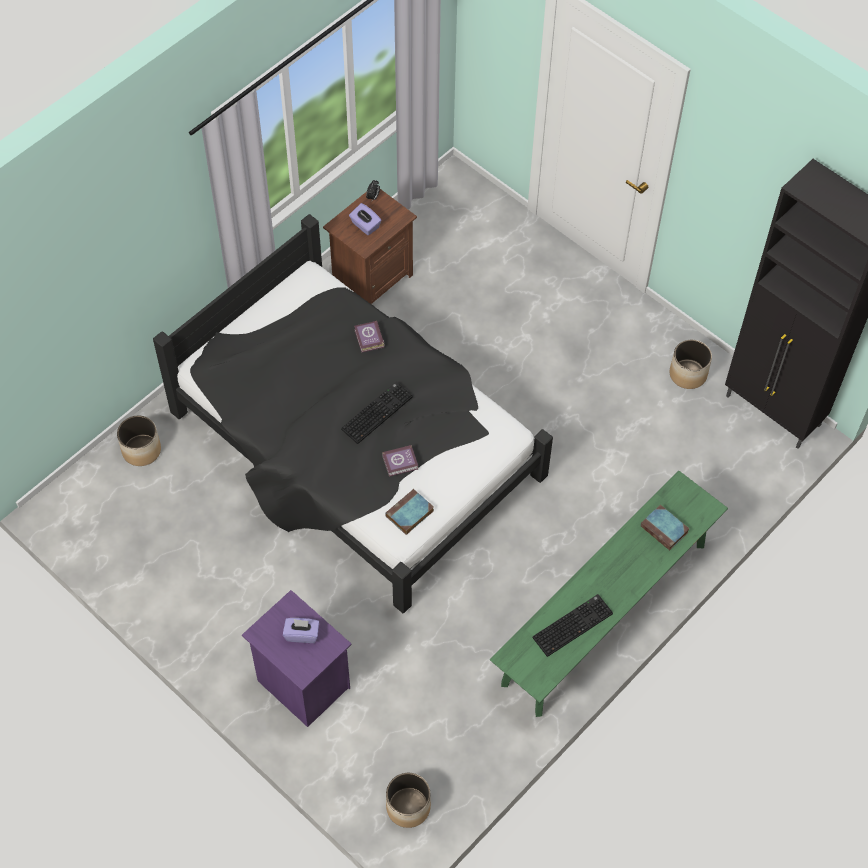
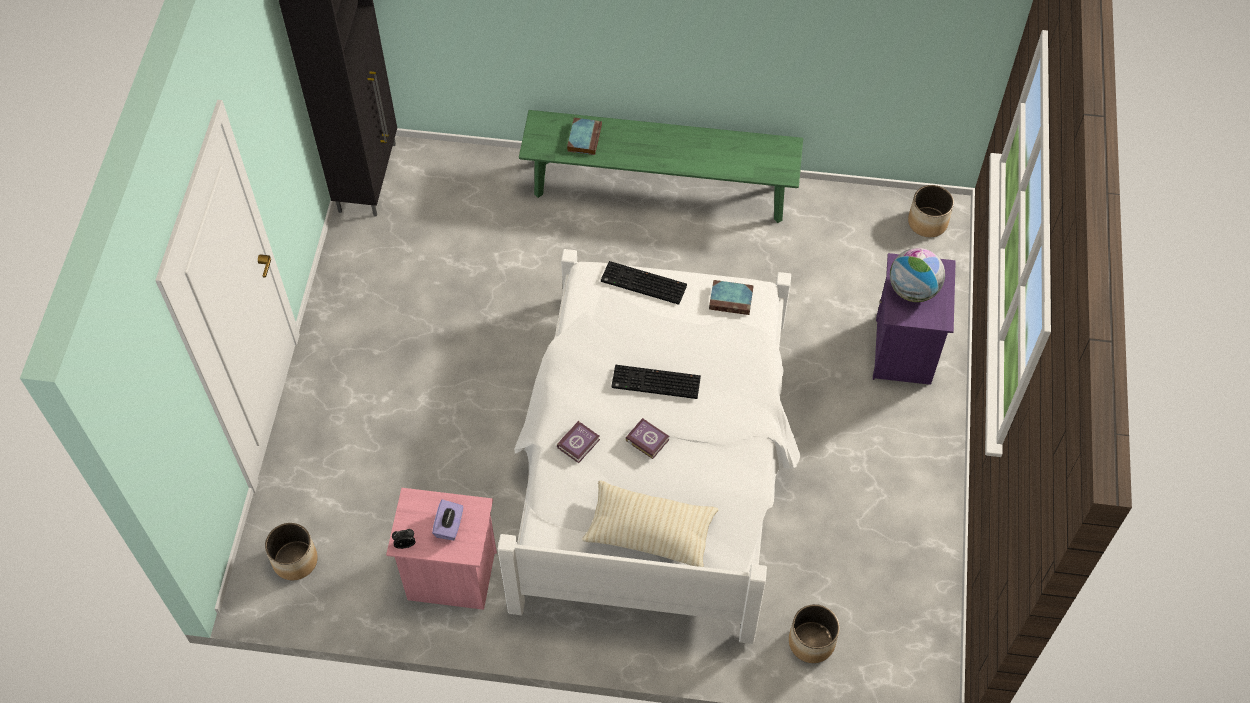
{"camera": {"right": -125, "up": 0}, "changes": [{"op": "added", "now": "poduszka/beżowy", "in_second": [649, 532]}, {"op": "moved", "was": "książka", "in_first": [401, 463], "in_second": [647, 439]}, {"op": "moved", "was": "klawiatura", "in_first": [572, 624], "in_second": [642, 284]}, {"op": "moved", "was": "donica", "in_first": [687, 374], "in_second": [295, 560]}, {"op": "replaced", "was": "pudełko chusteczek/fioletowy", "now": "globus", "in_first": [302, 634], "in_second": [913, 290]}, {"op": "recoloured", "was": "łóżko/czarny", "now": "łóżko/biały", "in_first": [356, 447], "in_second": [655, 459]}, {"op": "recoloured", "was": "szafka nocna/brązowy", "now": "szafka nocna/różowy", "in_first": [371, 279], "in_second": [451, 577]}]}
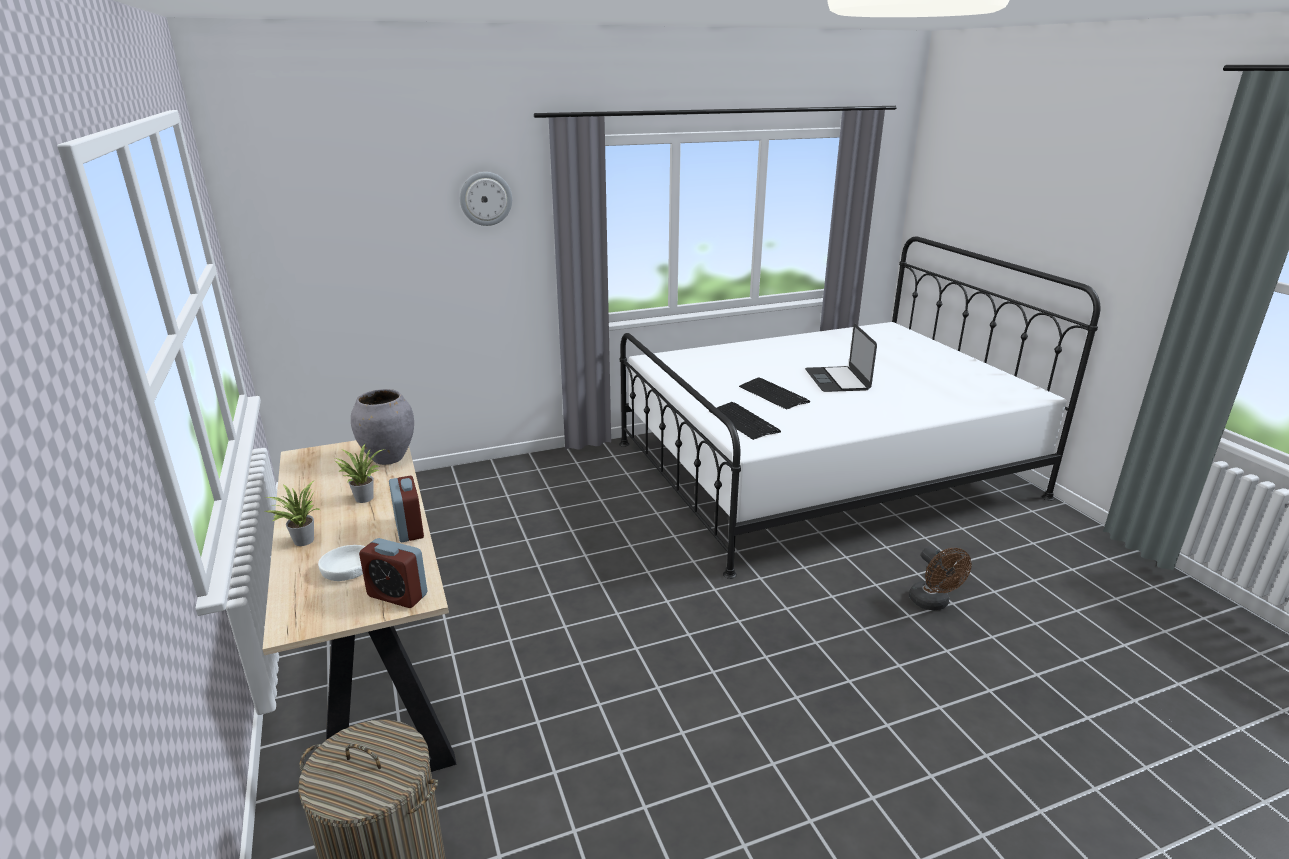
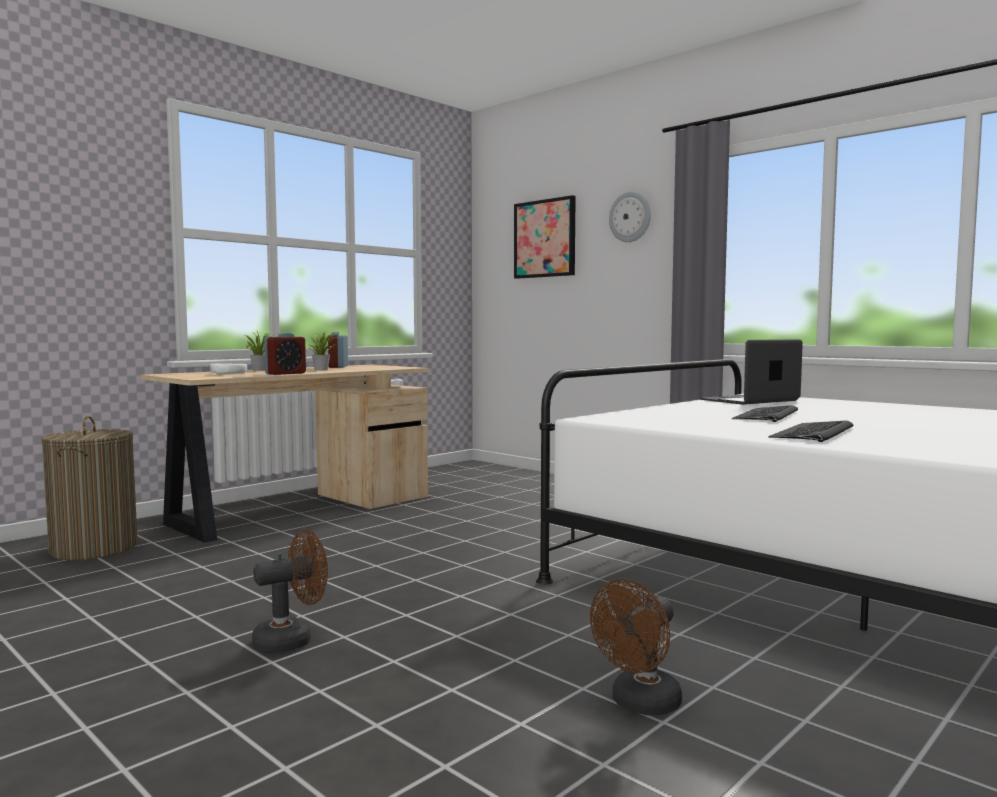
{"camera": {"right": 65, "up": -20}, "changes": [{"op": "removed", "was": "wazon/szary", "in_first": [387, 458]}, {"op": "added", "now": "wentylator/brązowy", "in_second": [292, 640]}, {"op": "added", "now": "obraz", "in_second": [545, 238]}, {"op": "moved", "was": "budzik", "in_first": [397, 595], "in_second": [338, 367]}, {"op": "moved", "was": "klawiatura", "in_first": [743, 421], "in_second": [813, 433]}, {"op": "moved", "was": "laptop", "in_first": [837, 379], "in_second": [749, 400]}]}
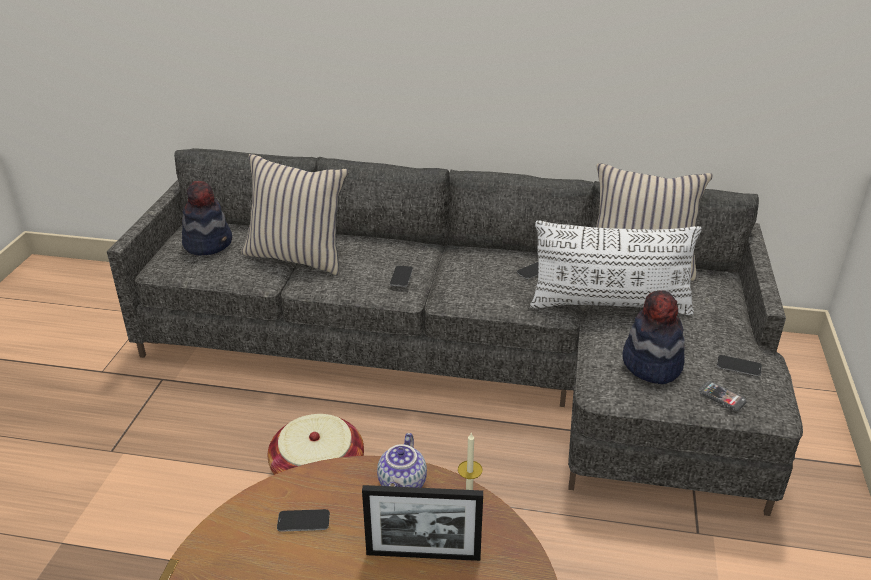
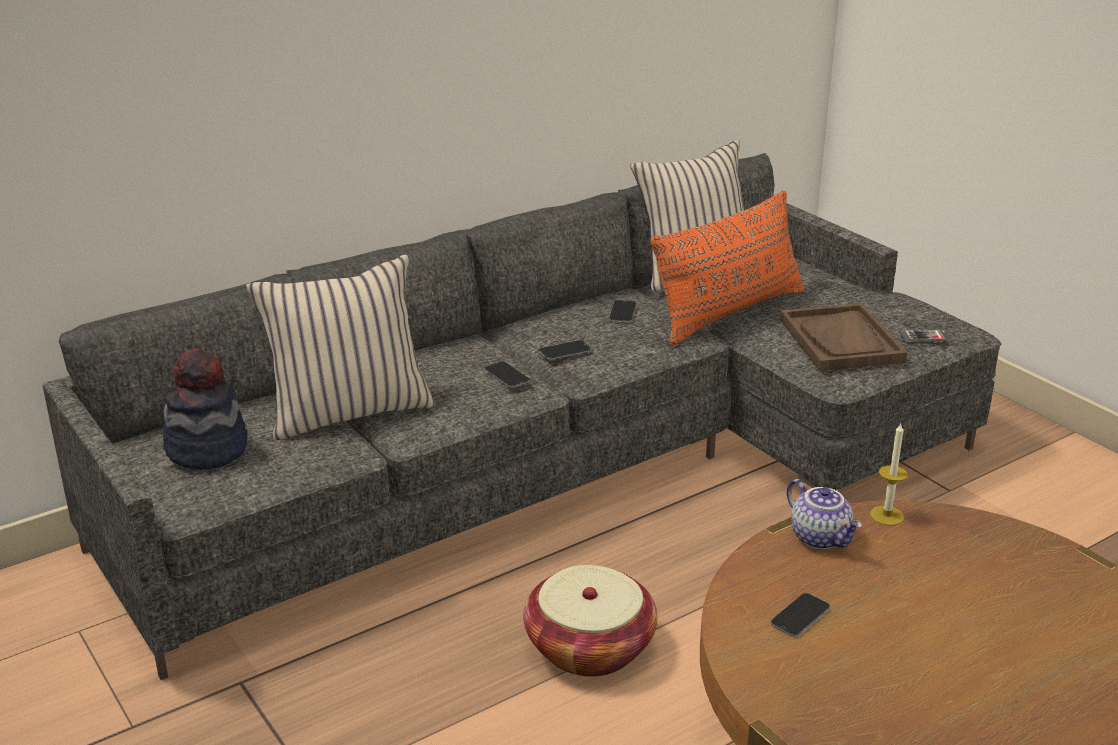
{"camera": {"right": -45, "up": -5}, "changes": [{"op": "removed", "was": "ramka na zdjęcie", "in_first": [423, 555]}, {"op": "moved", "was": "telefon", "in_first": [739, 366], "in_second": [565, 351]}, {"op": "replaced", "was": "kapelusz", "now": "taca/brązowy", "in_first": [651, 364], "in_second": [841, 341]}, {"op": "recoloured", "was": "poduszka/biały", "now": "poduszka/pomarańczowy", "in_first": [609, 304], "in_second": [729, 312]}]}
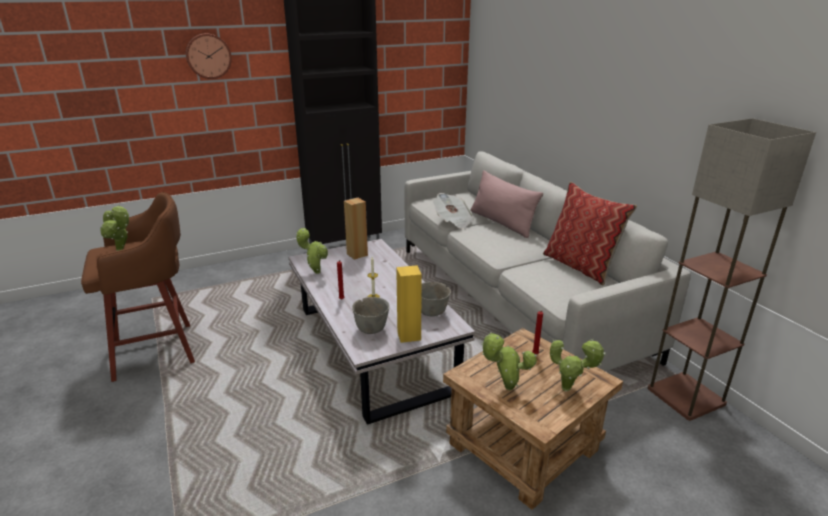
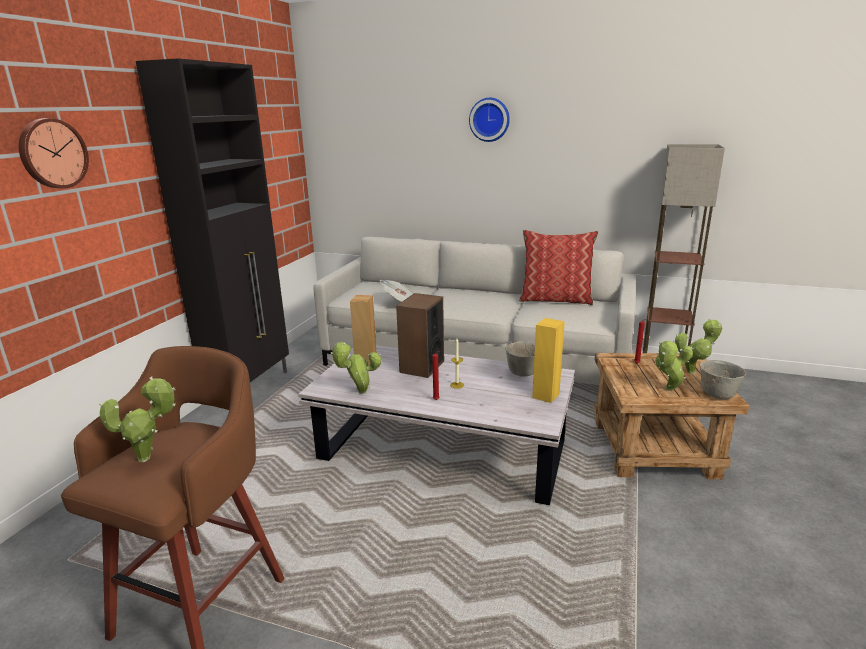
{"camera": {"right": -45, "up": -5}, "changes": [{"op": "removed", "was": "poduszka/różowy", "in_first": [502, 223]}, {"op": "added", "now": "głośnik", "in_second": [421, 366]}, {"op": "added", "now": "zegar ścienny", "in_second": [490, 119]}, {"op": "moved", "was": "miska/szary", "in_first": [371, 329], "in_second": [716, 395]}]}
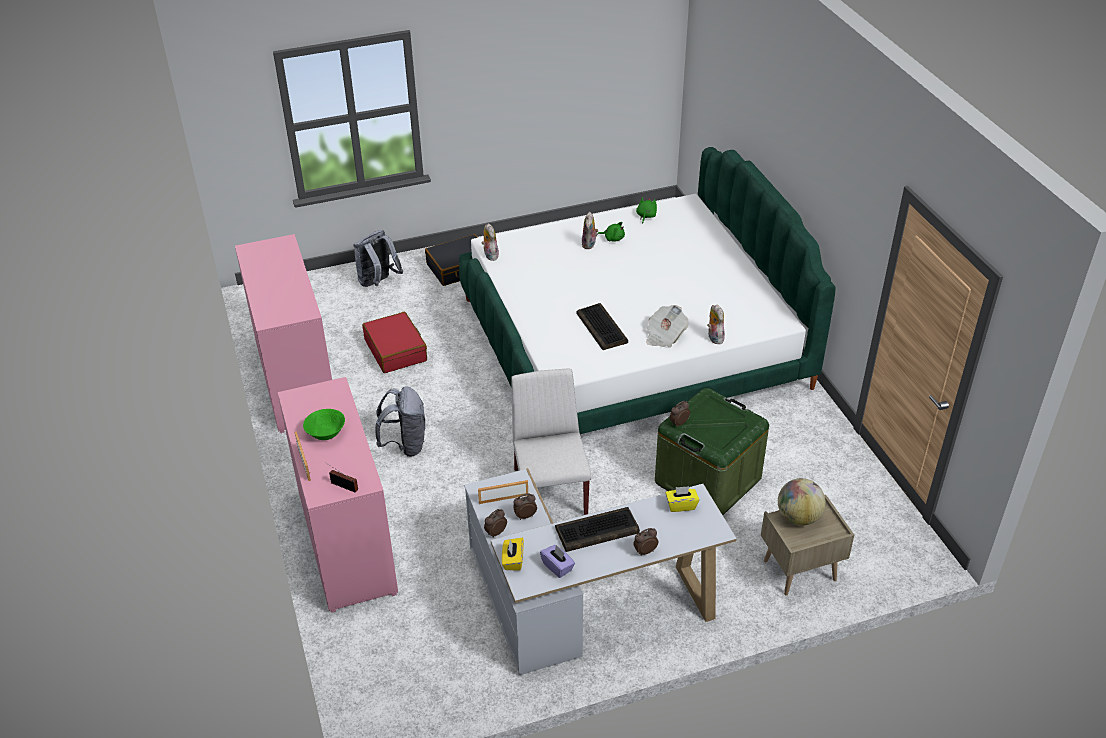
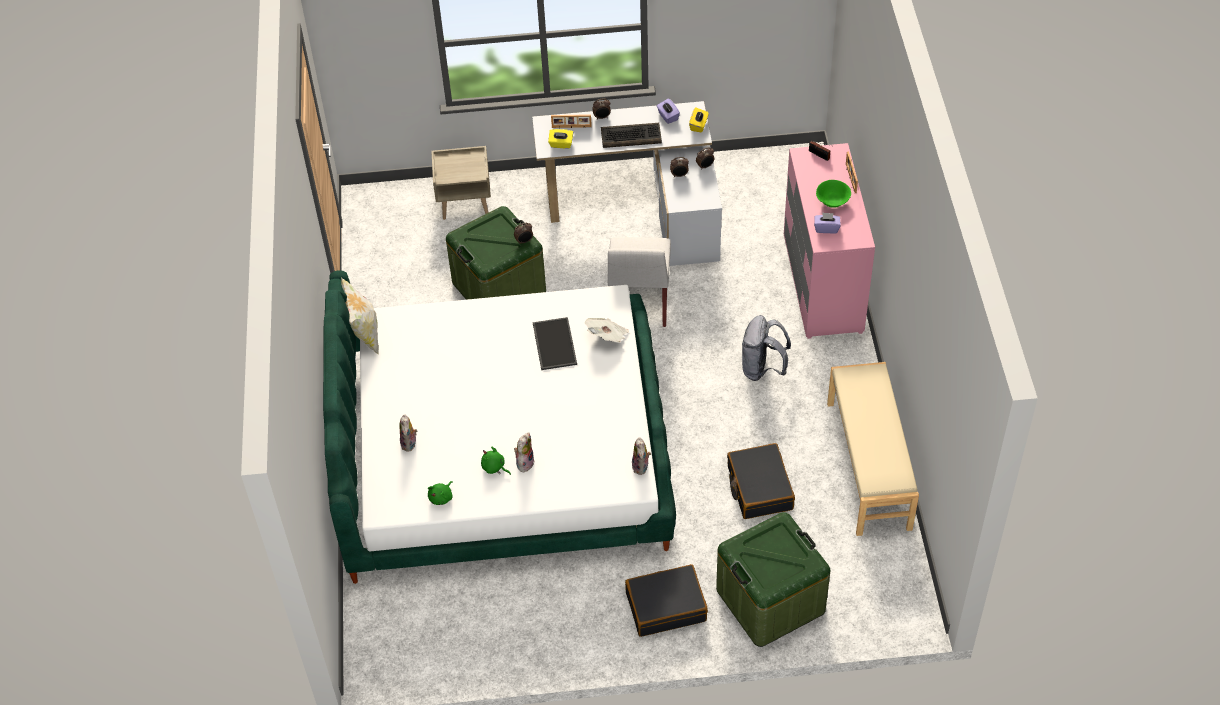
{"camera": {"right": -165, "up": 10}, "changes": [{"op": "removed", "was": "globus", "in_first": [798, 517]}, {"op": "added", "now": "poduszka", "in_second": [364, 334]}, {"op": "added", "now": "pudełko chusteczek/fioletowy", "in_second": [826, 228]}, {"op": "moved", "was": "ramka na zdjęcie", "in_first": [503, 498], "in_second": [571, 127]}, {"op": "moved", "was": "gazeta", "in_first": [664, 336], "in_second": [607, 336]}, {"op": "moved", "was": "pluszak", "in_first": [714, 338], "in_second": [410, 444]}, {"op": "replaced", "was": "komoda/różowy", "now": "ławka/beżowy", "in_first": [296, 381], "in_second": [869, 465]}, {"op": "replaced", "was": "plecak/szary", "now": "pojemnik do przechowywania/zielony", "in_first": [378, 283], "in_second": [770, 600]}, {"op": "replaced", "was": "klawiatura", "now": "taca", "in_first": [602, 328], "in_second": [553, 343]}, {"op": "recoloured", "was": "walizka/czerwony", "now": "walizka/czarny", "in_first": [396, 350], "in_second": [759, 488]}]}
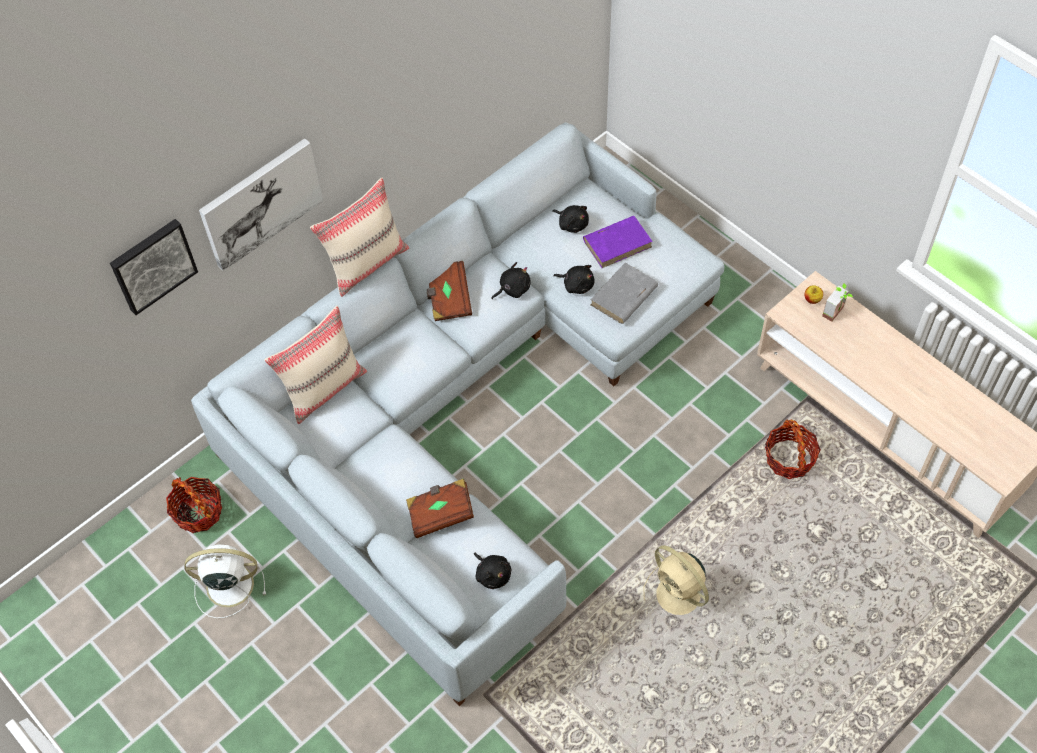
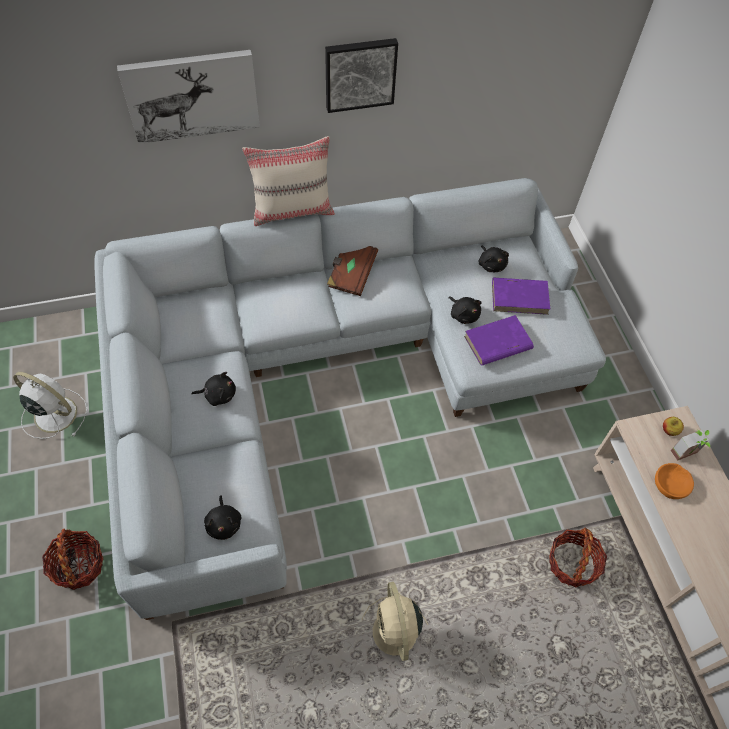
{"camera": {"right": 25, "up": 0}, "changes": [{"op": "removed", "was": "poduszka/beżowy", "in_first": [324, 388]}, {"op": "removed", "was": "książka/brązowy", "in_first": [440, 514]}, {"op": "added", "now": "miska/pomarańczowy", "in_second": [671, 483]}, {"op": "moved", "was": "obraz", "in_first": [152, 264], "in_second": [360, 74]}, {"op": "moved", "was": "koszyk", "in_first": [198, 512], "in_second": [78, 565]}, {"op": "moved", "was": "pluszak/czarny", "in_first": [513, 289], "in_second": [218, 394]}, {"op": "recoloured", "was": "książka/szary", "now": "książka/fioletowy", "in_first": [623, 296], "in_second": [497, 343]}]}
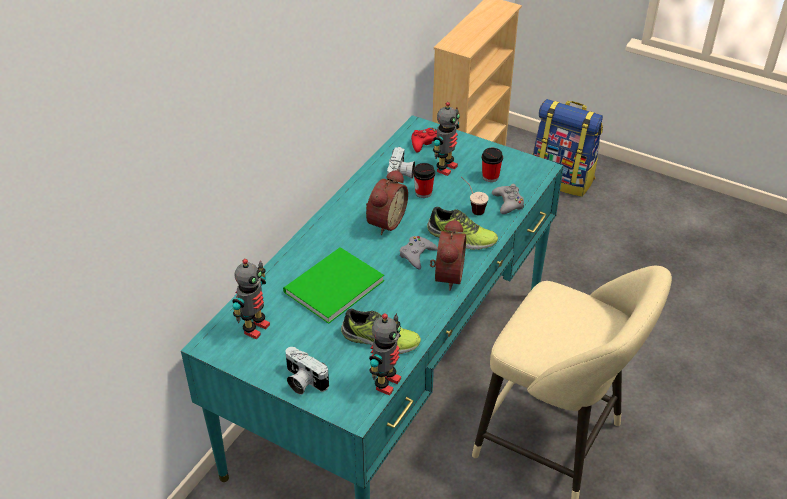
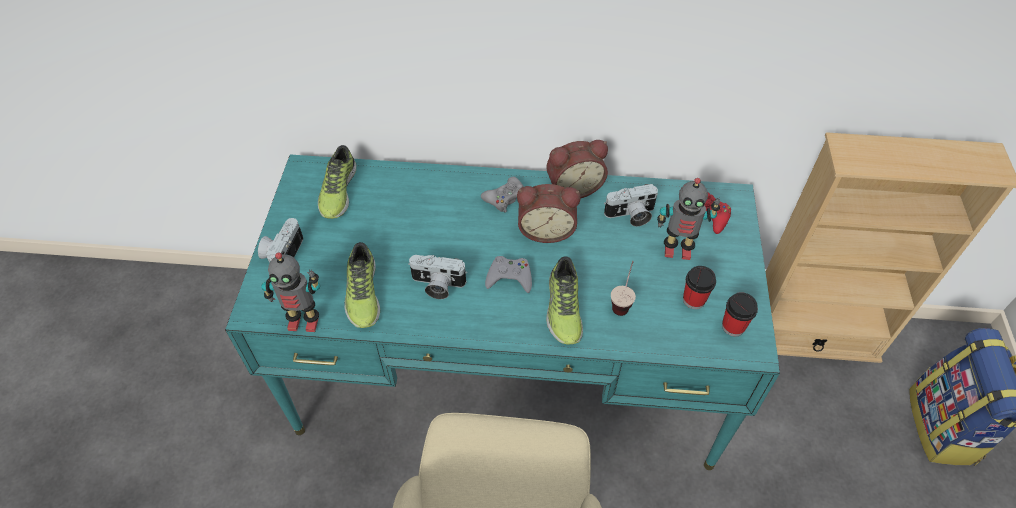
{"camera": {"right": 65, "up": 10}, "changes": [{"op": "removed", "was": "książka/zielony", "in_first": [330, 287]}, {"op": "added", "now": "aparat fotograficzny", "in_second": [437, 285]}, {"op": "moved", "was": "filiżanka", "in_first": [423, 192], "in_second": [733, 326]}, {"op": "moved", "was": "budzik", "in_first": [446, 275], "in_second": [573, 187]}, {"op": "moved", "was": "pad do gier/szary", "in_first": [508, 203], "in_second": [505, 198]}, {"op": "replaced", "was": "robot zabawkowy", "now": "but", "in_first": [255, 328], "in_second": [337, 191]}]}
